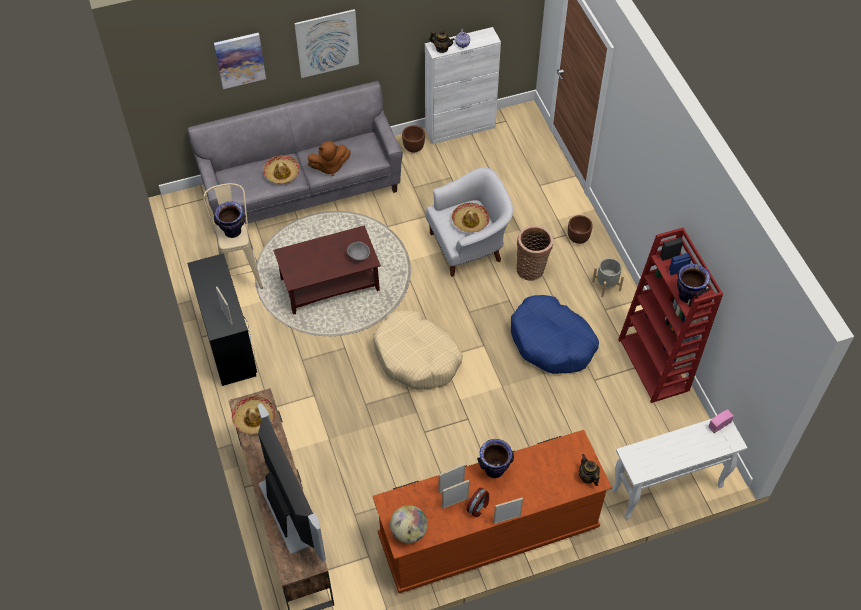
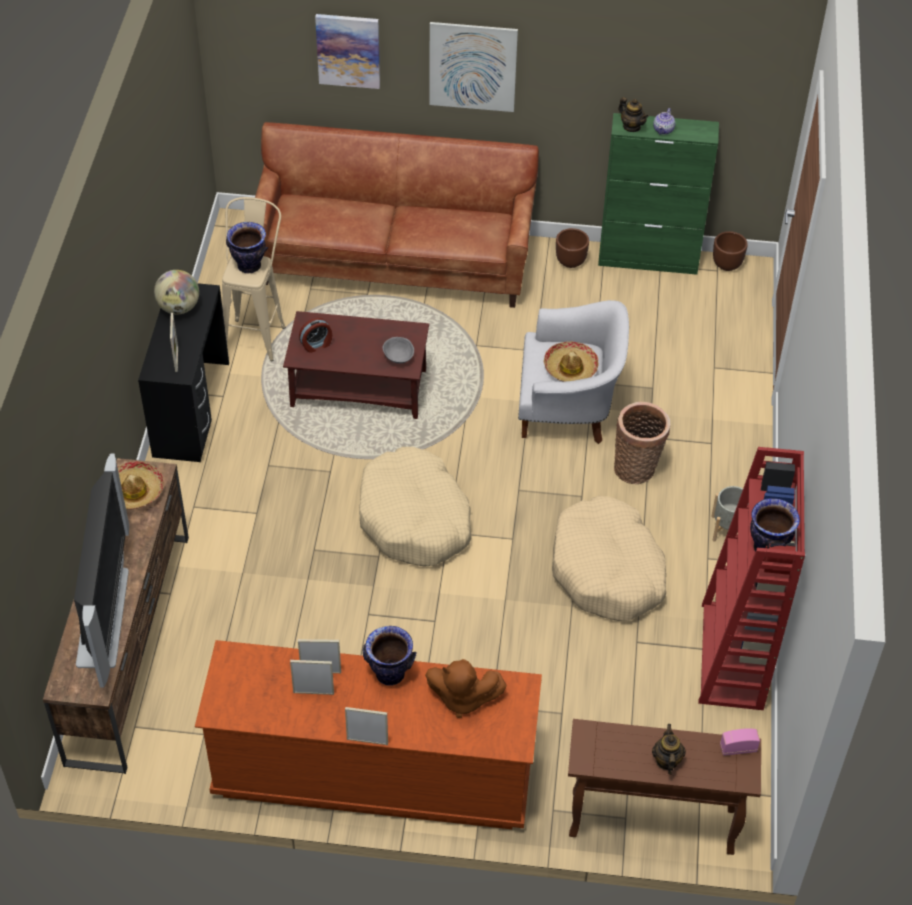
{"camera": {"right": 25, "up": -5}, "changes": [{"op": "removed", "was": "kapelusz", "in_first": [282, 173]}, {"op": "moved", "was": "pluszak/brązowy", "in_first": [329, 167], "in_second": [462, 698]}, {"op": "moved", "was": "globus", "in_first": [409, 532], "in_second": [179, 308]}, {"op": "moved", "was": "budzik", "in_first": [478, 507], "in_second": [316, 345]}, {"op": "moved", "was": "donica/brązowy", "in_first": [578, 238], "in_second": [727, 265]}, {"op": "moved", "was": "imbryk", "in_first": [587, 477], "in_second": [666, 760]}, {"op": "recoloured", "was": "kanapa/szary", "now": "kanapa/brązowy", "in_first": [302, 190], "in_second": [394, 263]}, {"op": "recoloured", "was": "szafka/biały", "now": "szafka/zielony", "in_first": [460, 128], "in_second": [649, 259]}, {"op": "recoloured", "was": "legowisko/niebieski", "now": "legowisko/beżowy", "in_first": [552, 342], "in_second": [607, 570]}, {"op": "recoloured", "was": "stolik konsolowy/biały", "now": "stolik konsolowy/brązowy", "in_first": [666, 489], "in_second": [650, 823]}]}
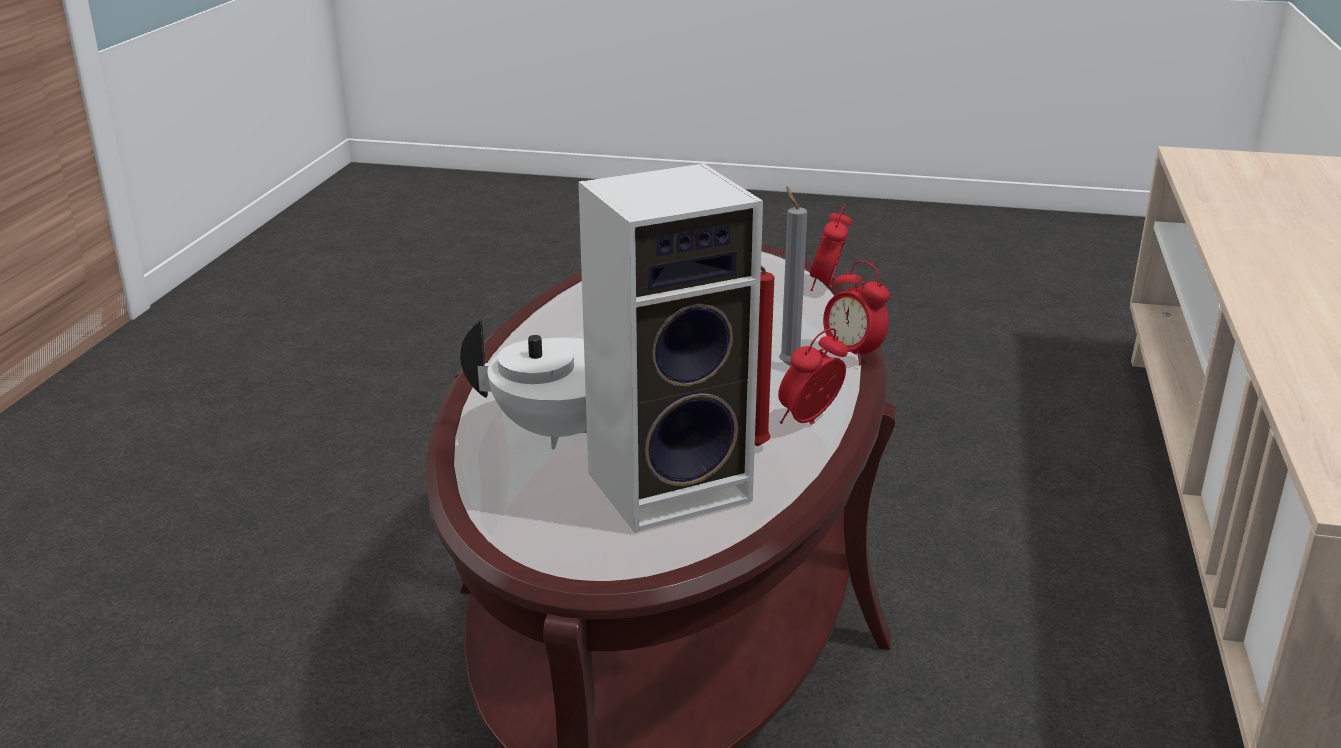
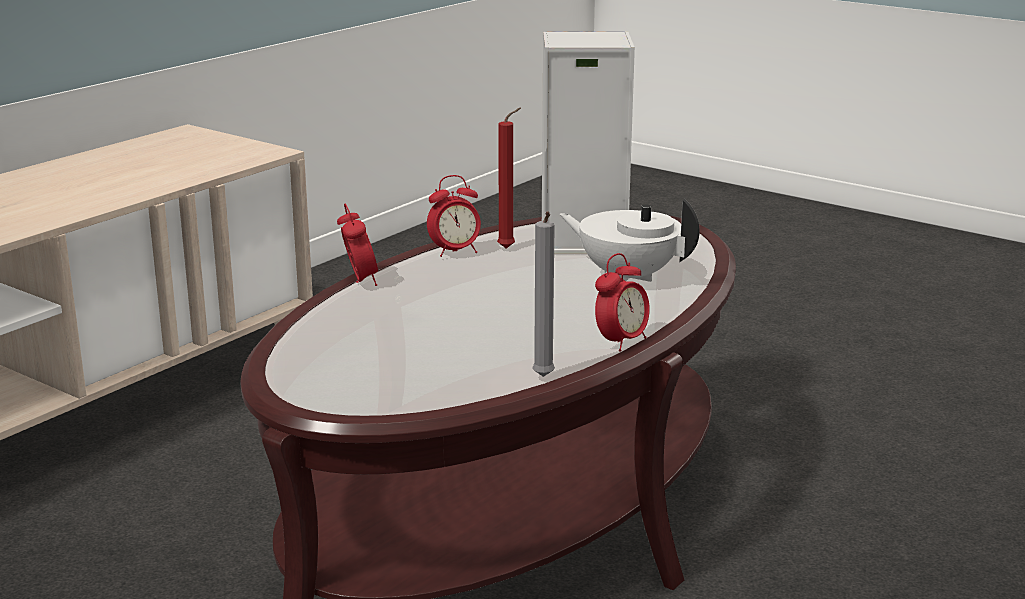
{"camera": {"right": -155, "up": -5}, "changes": [{"op": "moved", "was": "świeca/szary", "in_first": [788, 364], "in_second": [543, 378]}, {"op": "moved", "was": "budzik", "in_first": [828, 285], "in_second": [621, 342]}]}
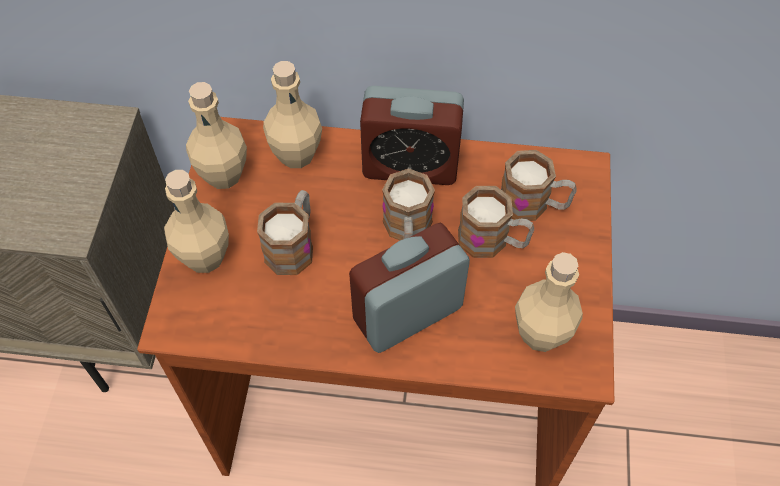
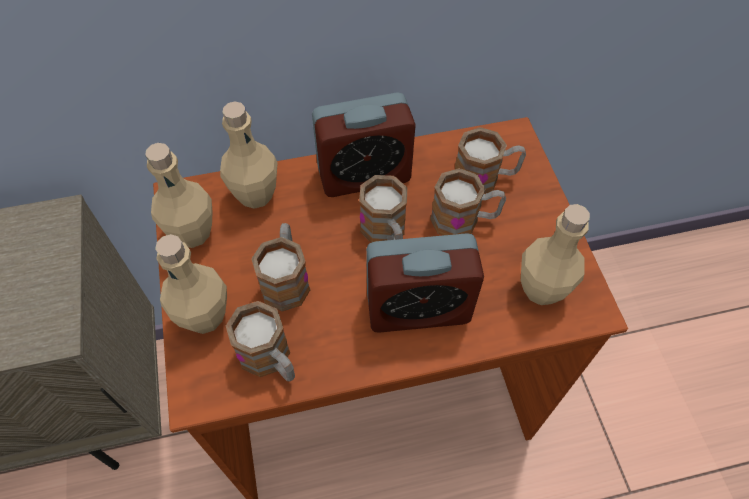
{"camera": {"right": -20, "up": 0}, "changes": [{"op": "added", "now": "kubek", "in_second": [271, 360]}, {"op": "turned", "was": "budzik", "in_first": [407, 313], "in_second": [418, 308], "clockwise": -135}]}
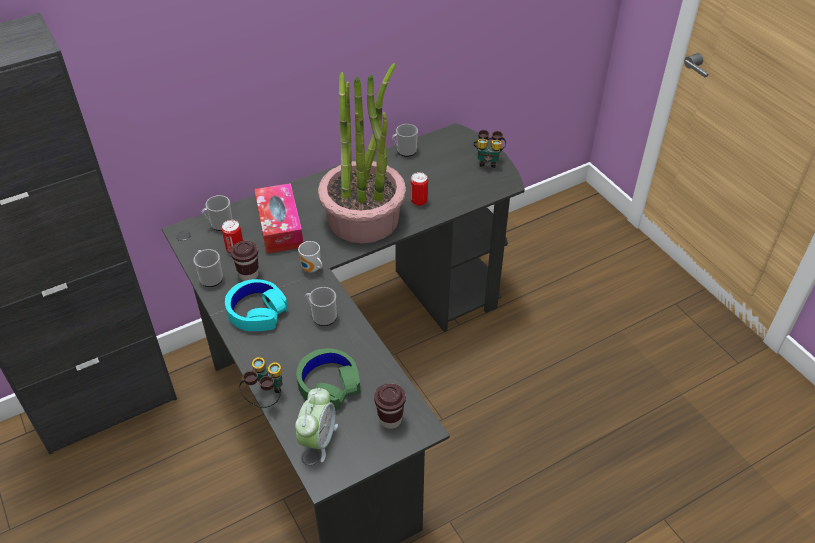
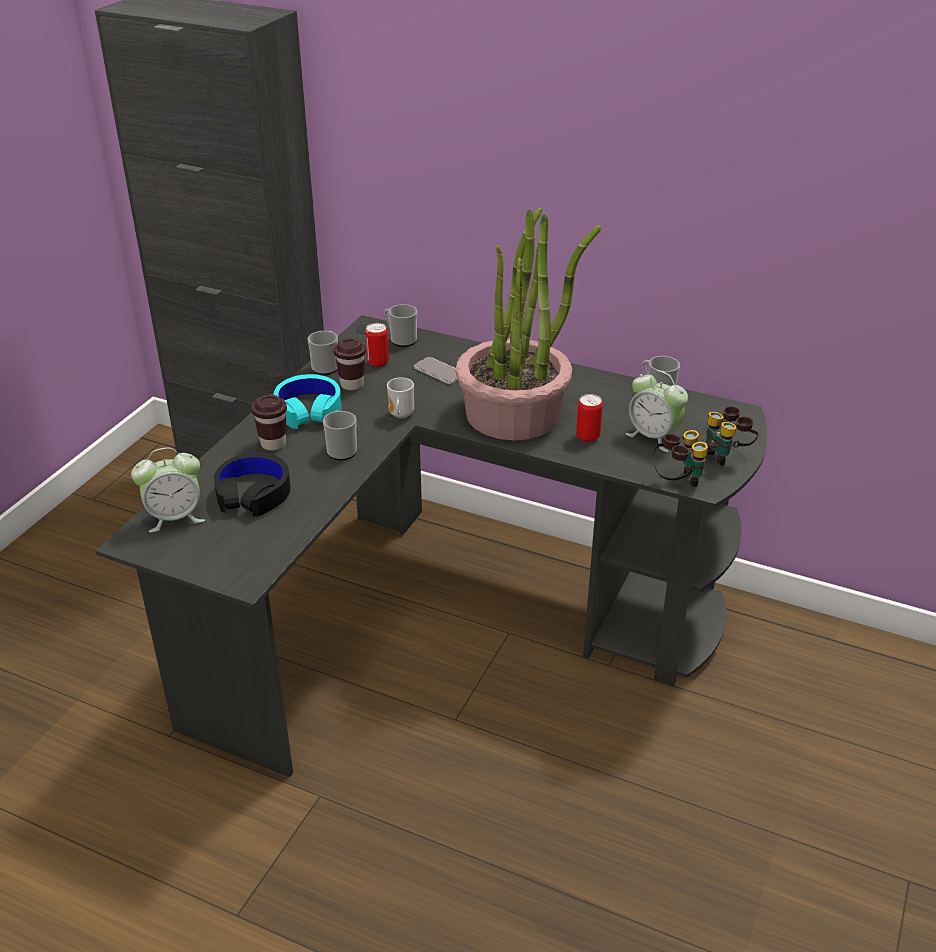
{"camera": {"right": 55, "up": -10}, "changes": [{"op": "added", "now": "budzik", "in_second": [653, 437]}, {"op": "moved", "was": "lornetka", "in_first": [265, 398], "in_second": [677, 481]}, {"op": "moved", "was": "filiżanka/brązowy", "in_first": [390, 420], "in_second": [273, 444]}, {"op": "replaced", "was": "pudełko chusteczek", "now": "telefon", "in_first": [280, 226], "in_second": [439, 371]}, {"op": "recoloured", "was": "słuchawki/zielony", "now": "słuchawki/czarny", "in_first": [329, 384], "in_second": [253, 493]}]}
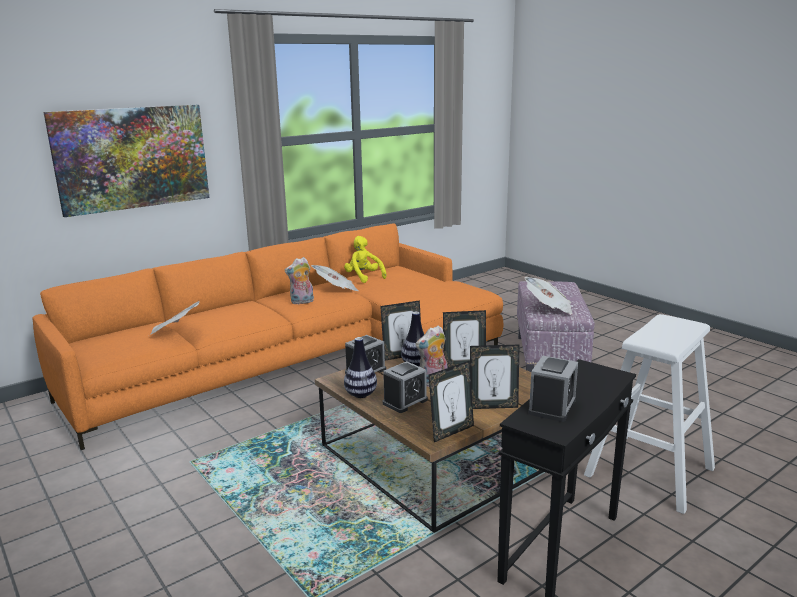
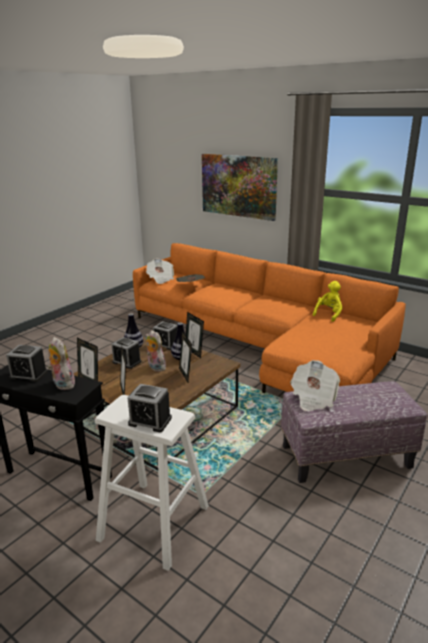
{"camera": {"right": 75, "up": 5}, "changes": [{"op": "added", "now": "budzik", "in_second": [150, 421]}, {"op": "moved", "was": "pluszak", "in_first": [302, 302], "in_second": [62, 384]}, {"op": "moved", "was": "gazeta", "in_first": [336, 290], "in_second": [160, 279]}]}
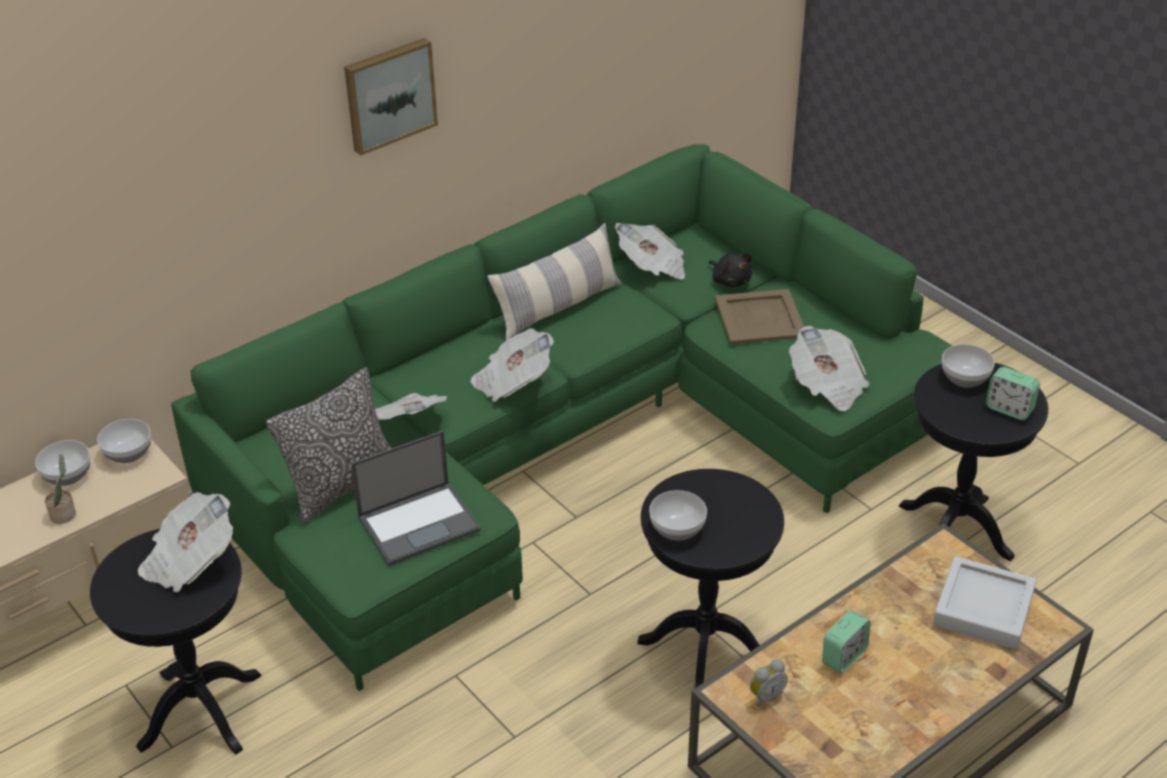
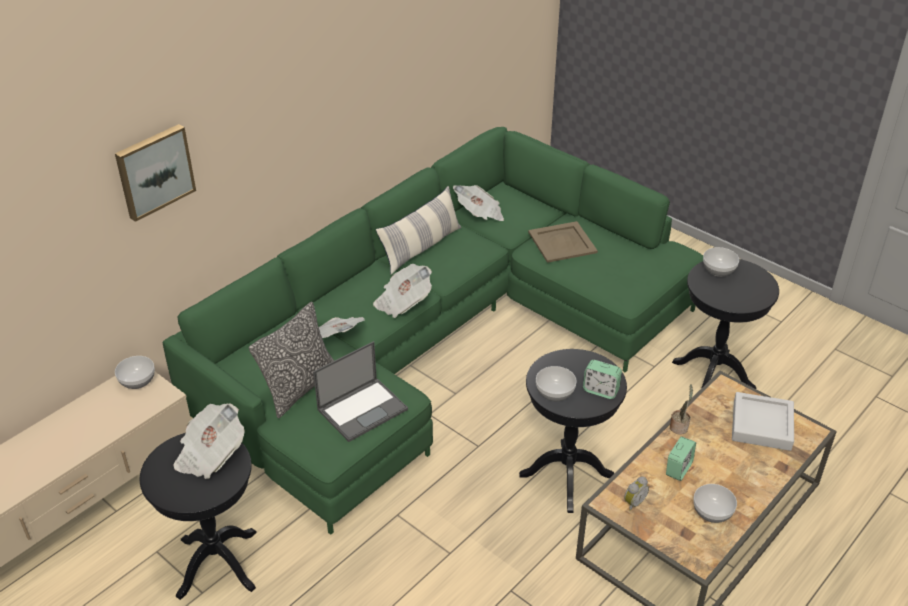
{"camera": {"right": -10, "up": 0}, "changes": [{"op": "removed", "was": "pluszak/czarny", "in_first": [730, 280]}, {"op": "removed", "was": "gazeta", "in_first": [827, 385]}, {"op": "moved", "was": "miska", "in_first": [68, 475], "in_second": [713, 512]}, {"op": "moved", "was": "roślina doniczkowa", "in_first": [64, 514], "in_second": [679, 427]}, {"op": "moved", "was": "obraz", "in_first": [389, 94], "in_second": [154, 171]}, {"op": "moved", "was": "budzik", "in_first": [1009, 409], "in_second": [600, 390]}]}
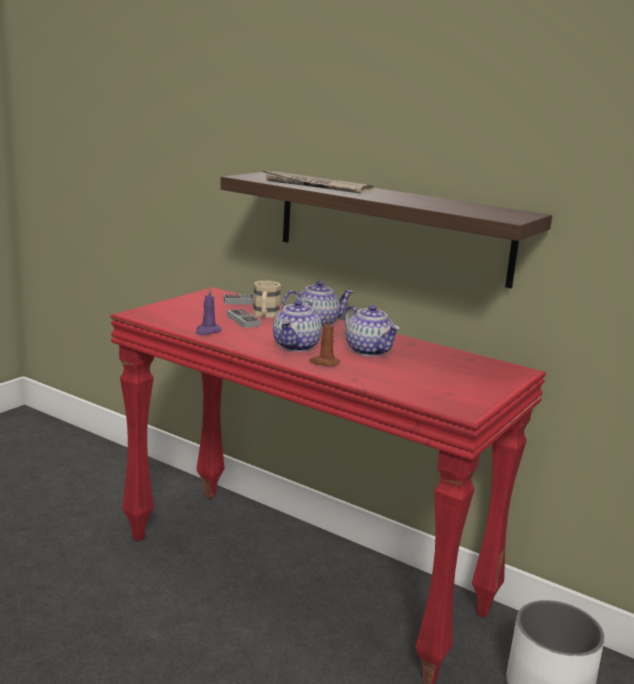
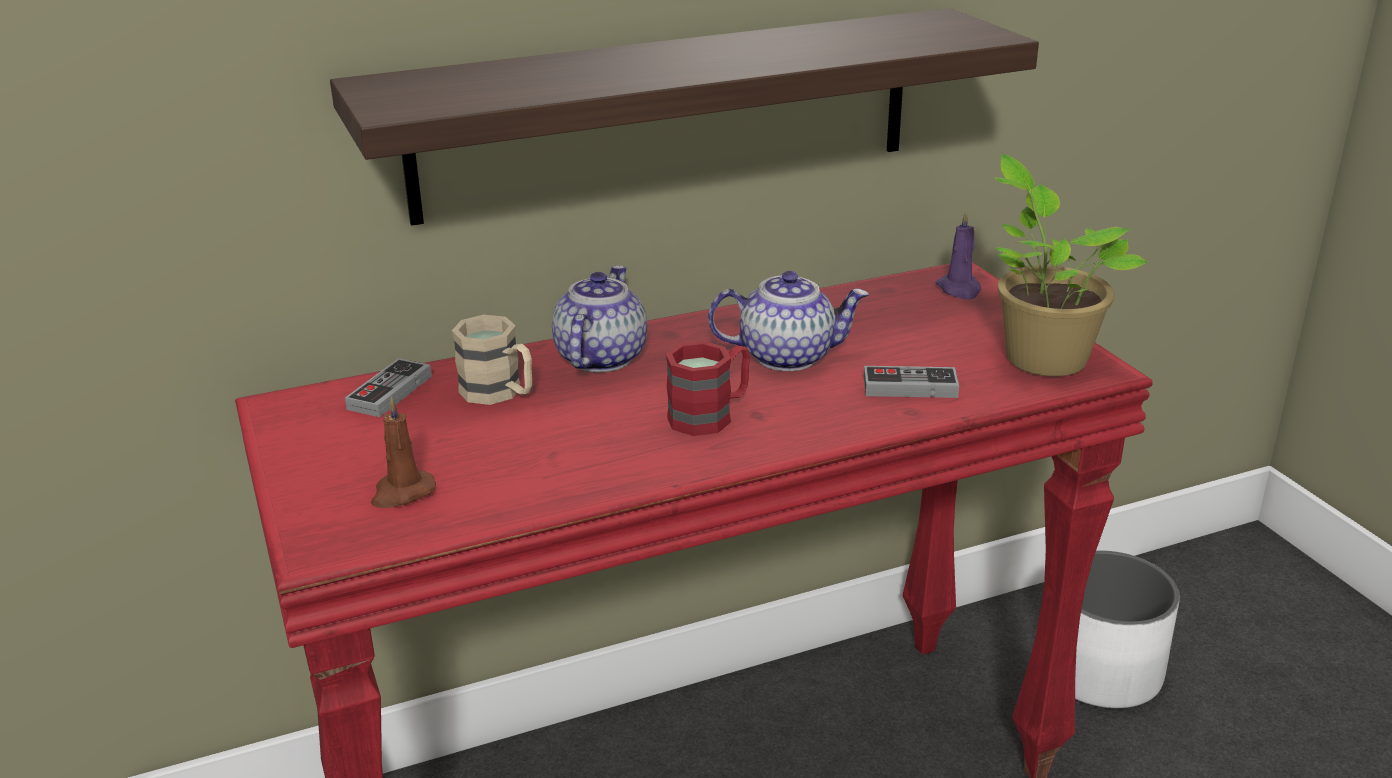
{"camera": {"right": -55, "up": 10}, "changes": [{"op": "removed", "was": "gazeta", "in_first": [315, 186]}, {"op": "added", "now": "roślina doniczkowa", "in_second": [1041, 357]}, {"op": "moved", "was": "świeca/fioletowy", "in_first": [207, 331], "in_second": [959, 289]}, {"op": "moved", "was": "pad do gier", "in_first": [243, 321], "in_second": [910, 387]}, {"op": "moved", "was": "świeca/brązowy", "in_first": [324, 362], "in_second": [402, 493]}, {"op": "replaced", "was": "imbryk", "now": "kubek/czerwony", "in_first": [297, 346], "in_second": [710, 415]}]}
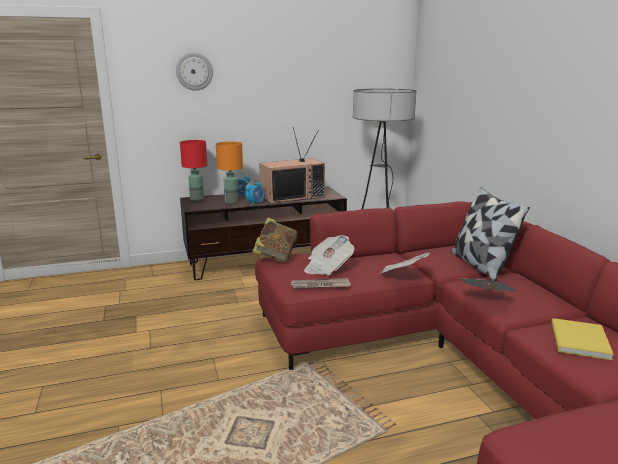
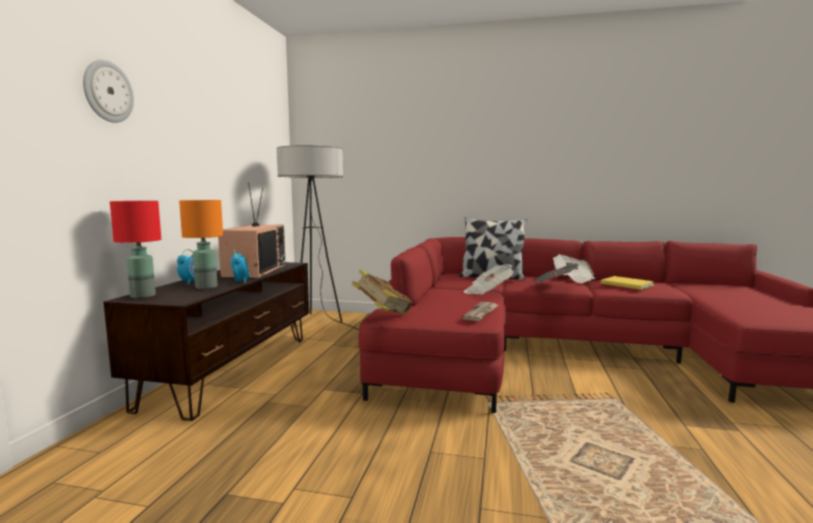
{"camera": {"right": -60, "up": -10}, "changes": [{"op": "moved", "was": "gazeta", "in_first": [327, 268], "in_second": [573, 279]}]}
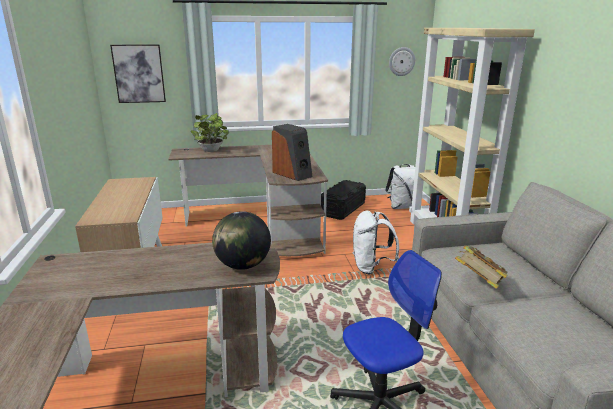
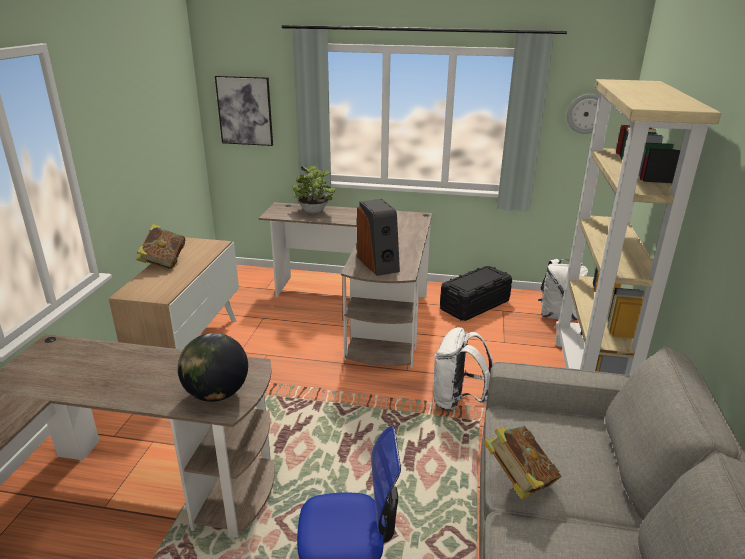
{"camera": {"right": 20, "up": 5}, "changes": [{"op": "added", "now": "książka", "in_second": [164, 263]}]}
